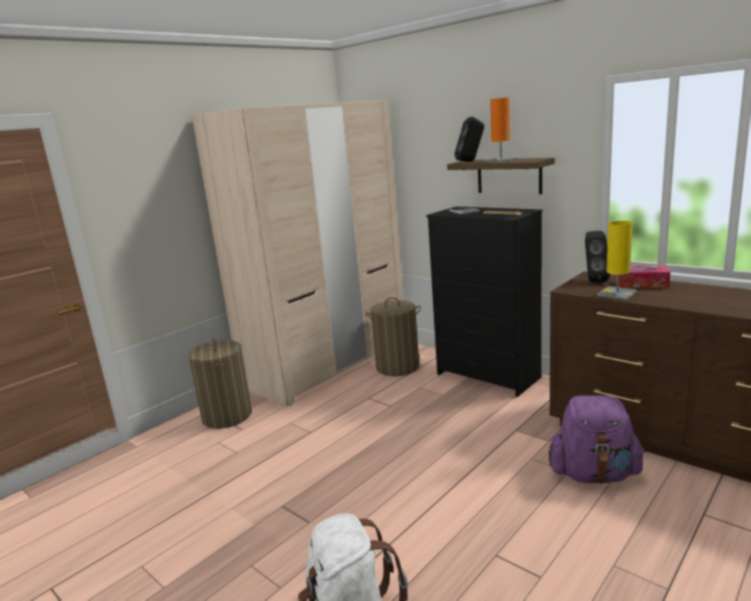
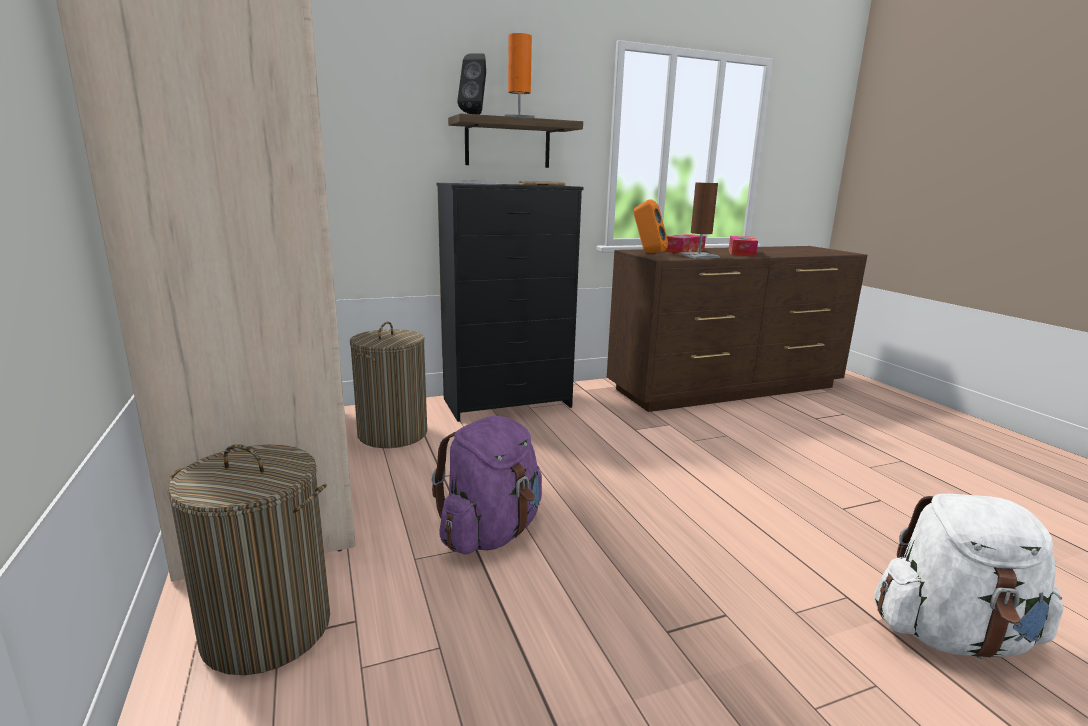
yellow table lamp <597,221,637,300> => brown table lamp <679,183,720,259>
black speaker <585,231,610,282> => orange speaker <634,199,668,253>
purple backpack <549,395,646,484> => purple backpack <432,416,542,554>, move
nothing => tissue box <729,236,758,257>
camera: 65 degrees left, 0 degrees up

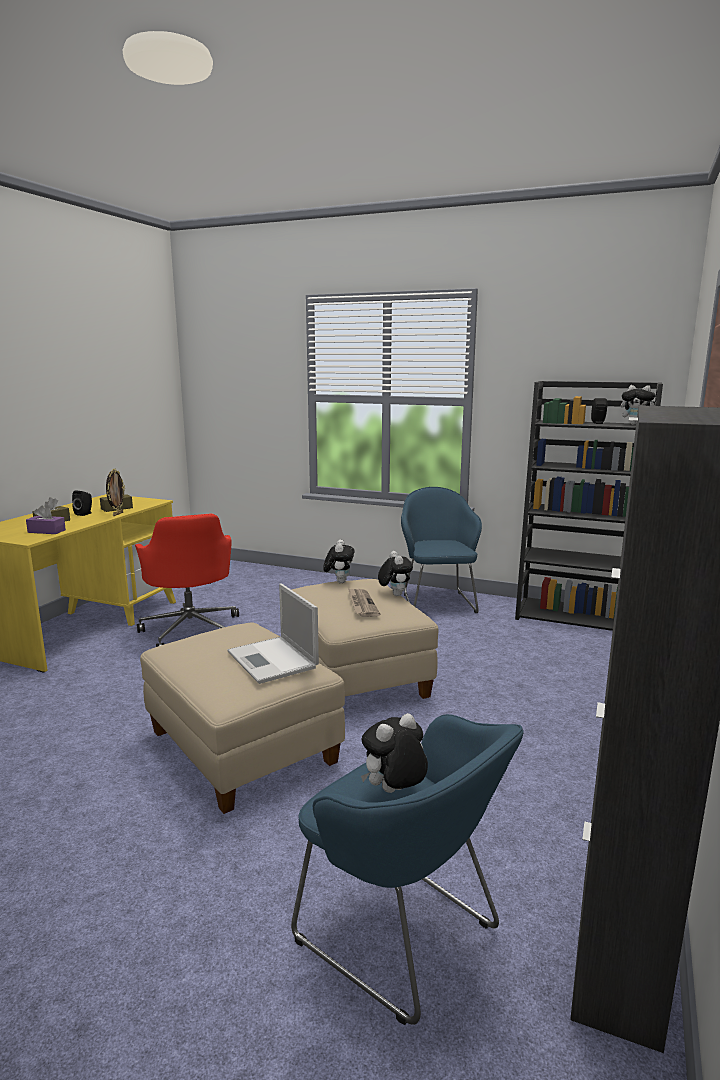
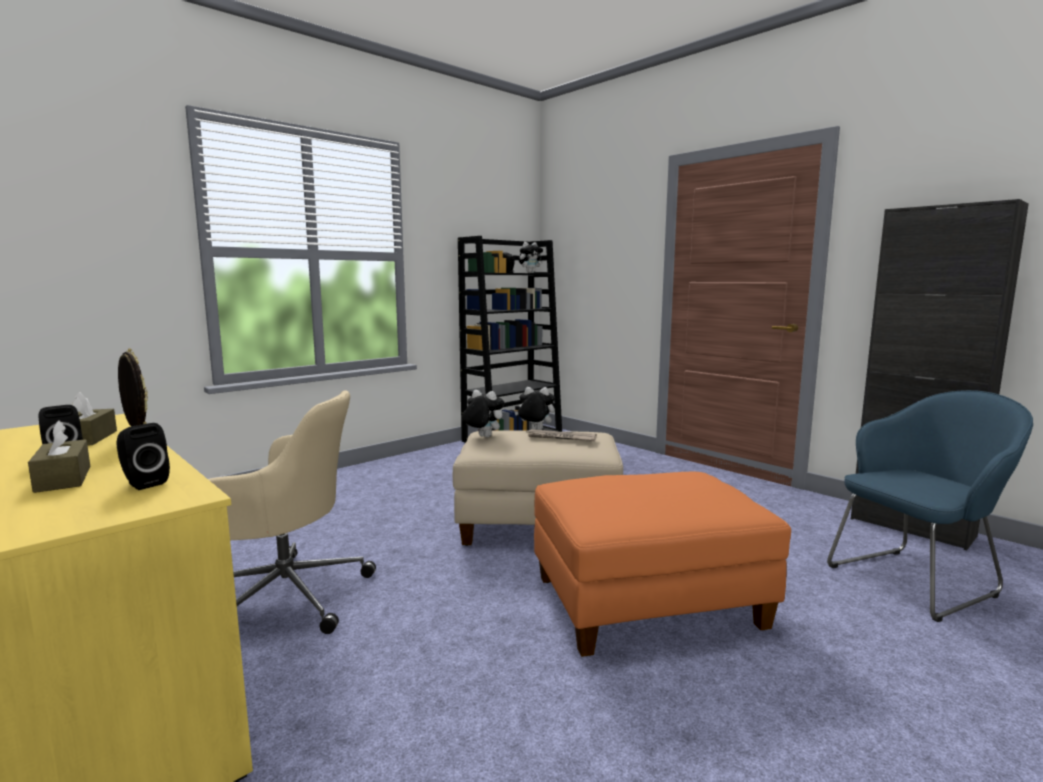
blue armchair <401,487,482,613> => nothing
purple tissue box <26,505,66,534> => black speaker <116,423,170,490>
red office chair <135,513,239,647> => beige office chair <208,391,376,634>
laptop <228,584,319,684> => nothing
beige ottoman <140,623,345,814> => orange ottoman <534,471,791,657>
plush toy <361,713,428,793> => nothing
camera: 65 degrees left, 5 degrees down

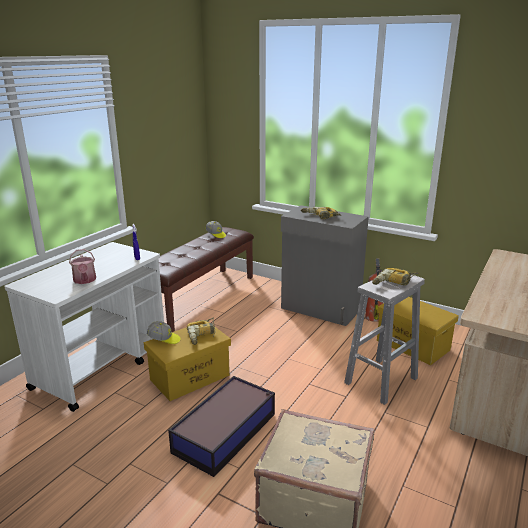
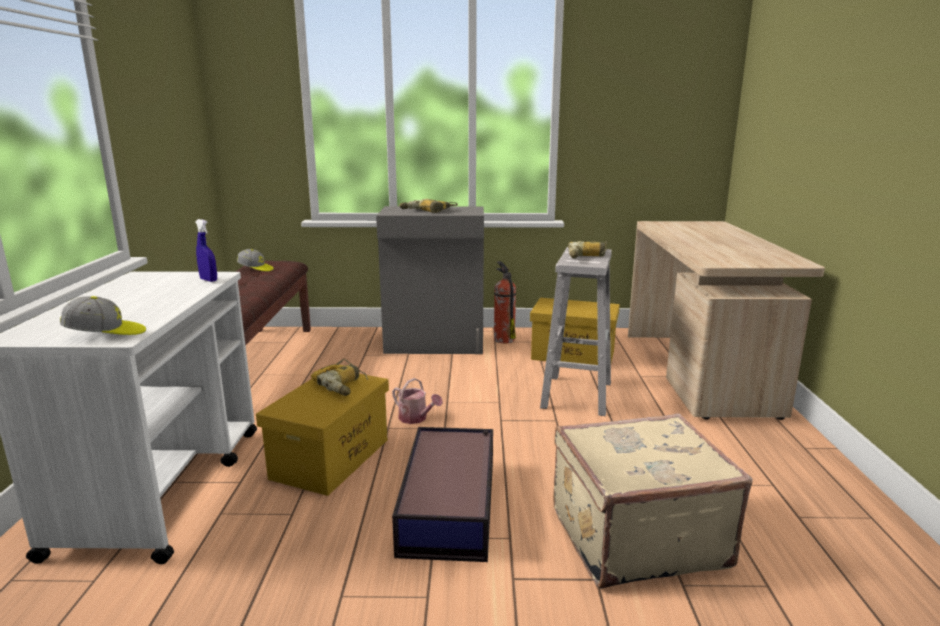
watering can <69,249,96,284> => watering can <392,378,443,424>, move
cap <147,321,180,344> => cap <60,296,146,335>, move
camera: 30 degrees left, 5 degrees down

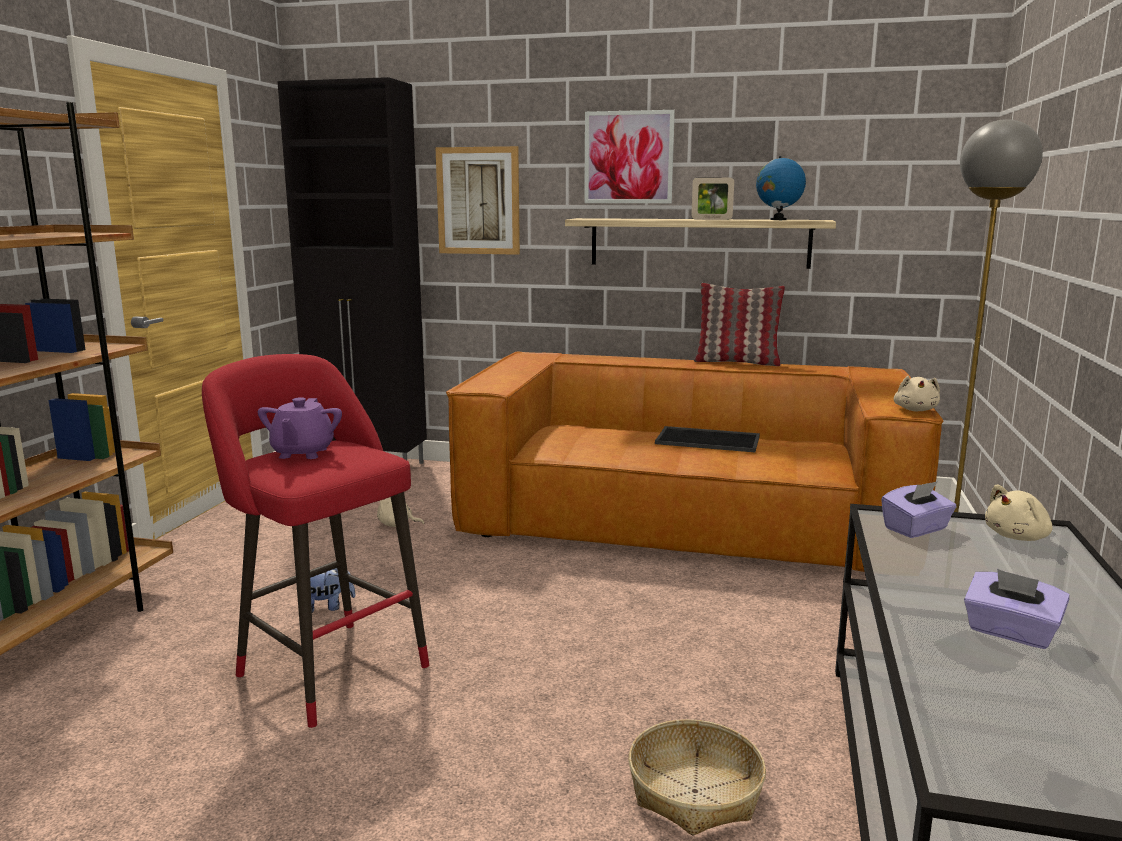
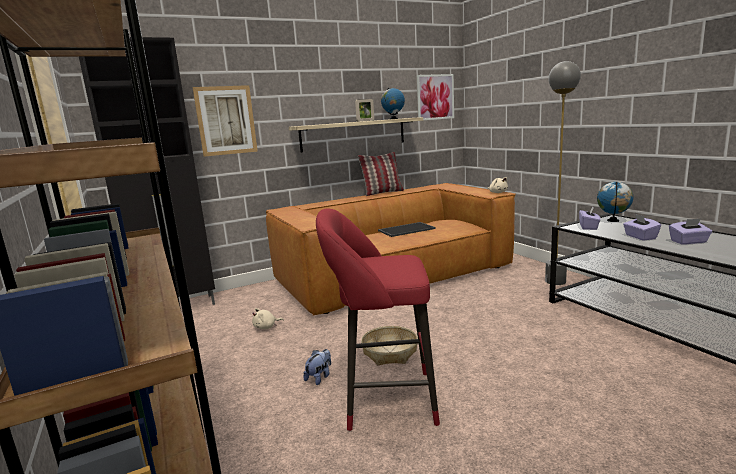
picture <584,110,675,203> => picture <416,74,454,120>, move
purple teapot <258,397,342,459> => nothing
beige plush toy <985,485,1053,541> => globe <597,182,633,222>
basket <628,719,766,836> => basket <361,326,418,365>, move
nothing => purple tissue box <623,214,661,241>
camera: 40 degrees left, 0 degrees up

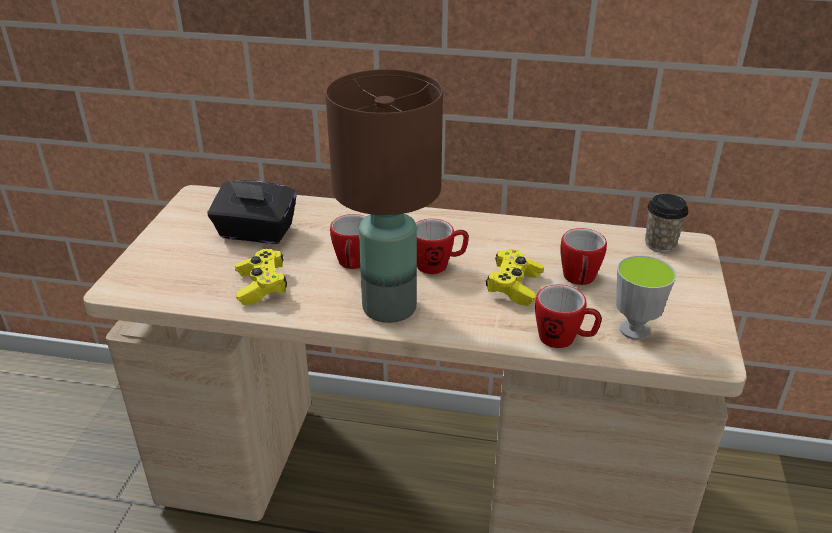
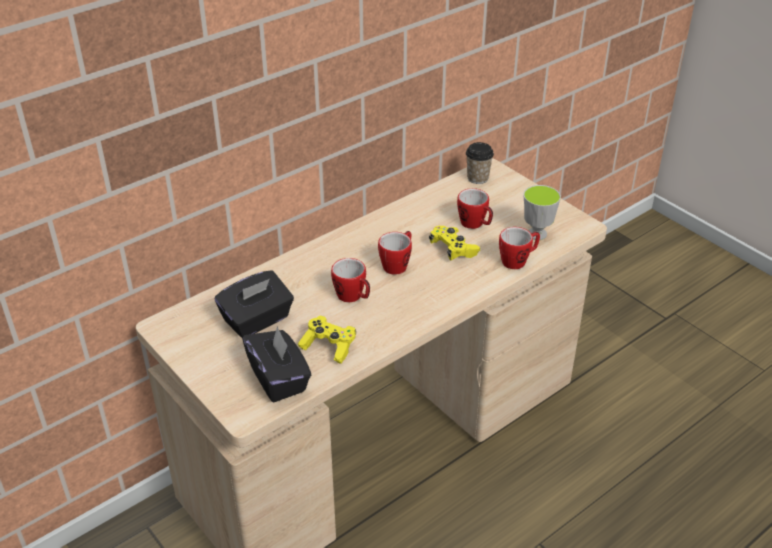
brown table lamp <326,69,443,323> => nothing
nothing => black tissue box <242,326,311,402>
camera: 50 degrees left, 5 degrees up

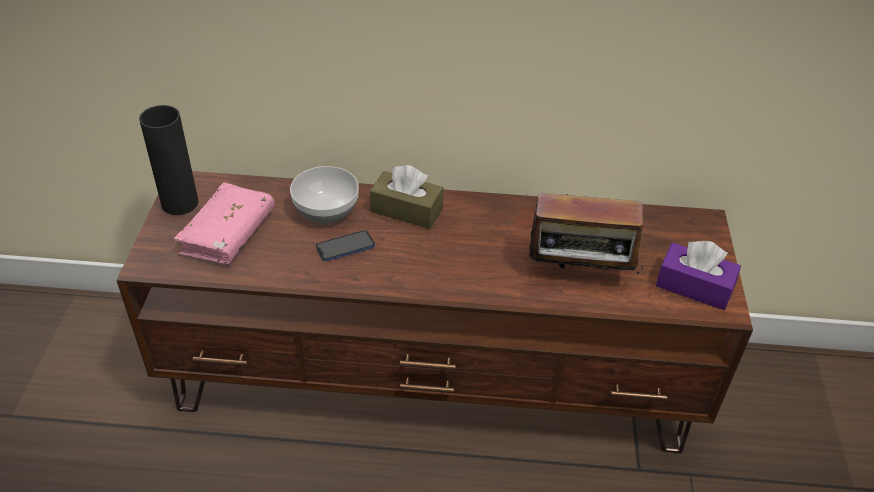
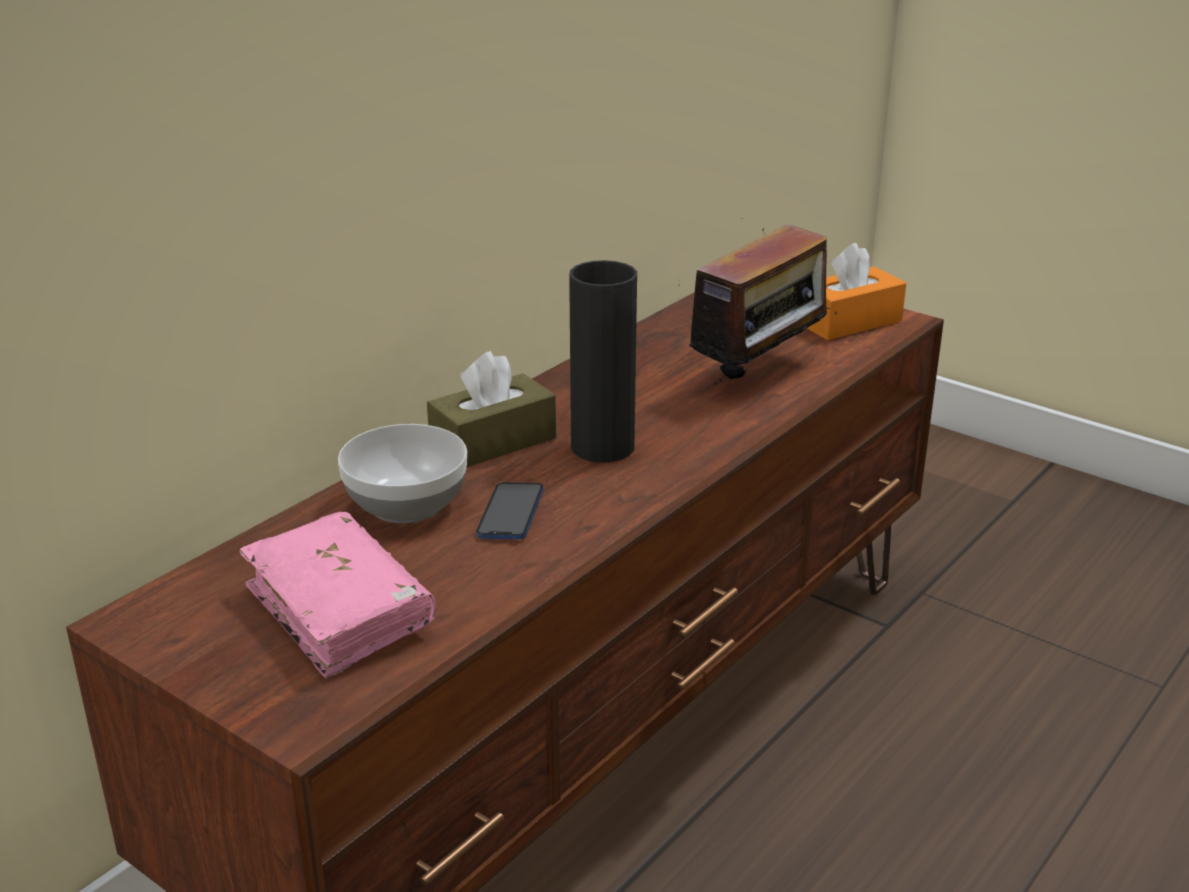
black vase <139,105,199,215> => black vase <569,260,637,463>, move
purple tissue box <656,241,741,310> => orange tissue box <807,243,906,340>
camera: 55 degrees left, 15 degrees down

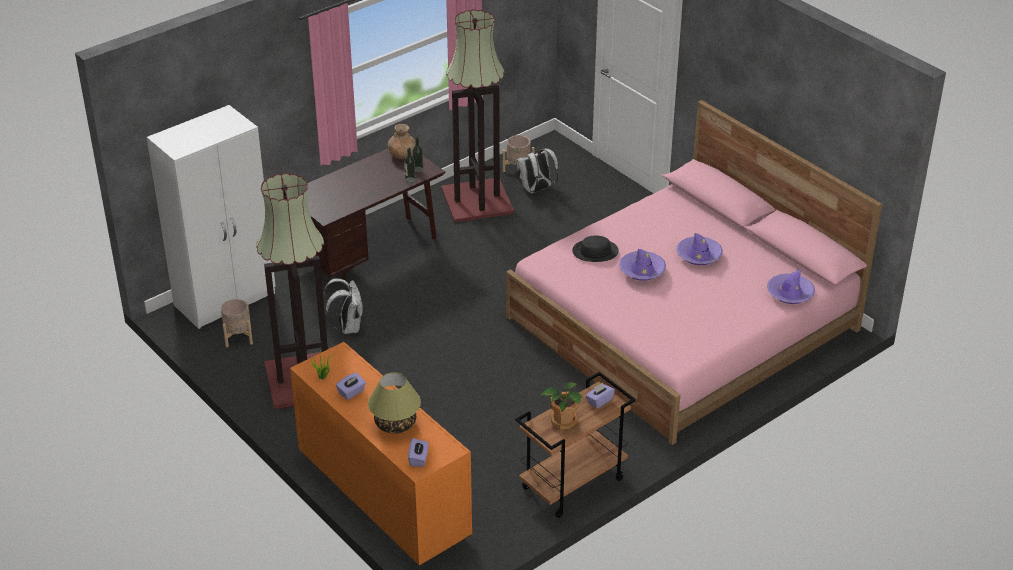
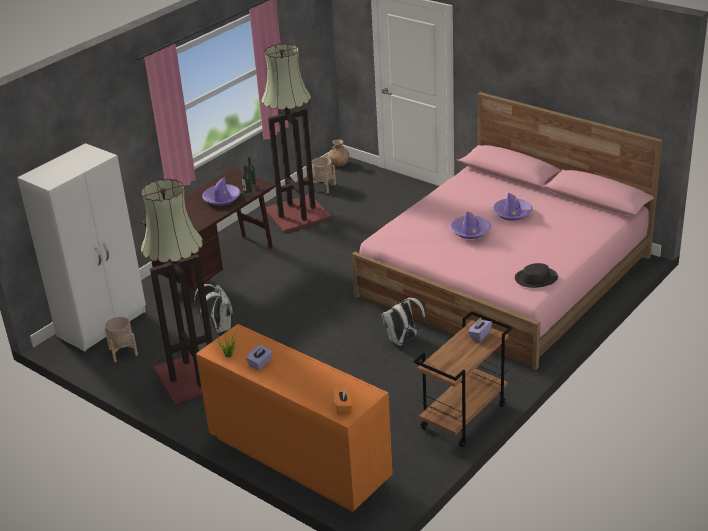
brown vase <388,124,415,159> => brown vase <328,139,350,167>, move
white backpack <516,149,558,193> => white backpack <381,297,426,346>, move
black hat <572,236,619,262> => black hat <515,263,558,288>, move
purple hat <767,270,815,304> => purple hat <202,177,241,206>, move
table lamp <368,372,421,434> => nothing
potted plant <541,382,583,430> => nothing
purple tissue box <408,438,429,467> => orange tissue box <333,388,352,414>
camera: 10 degrees left, 5 degrees down

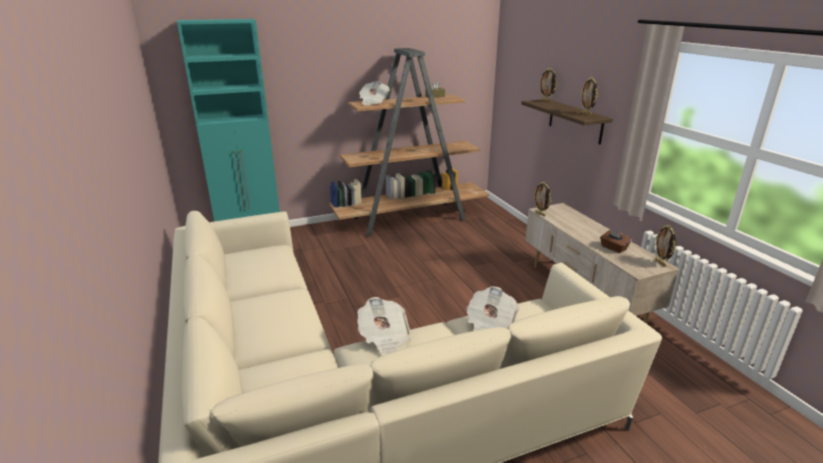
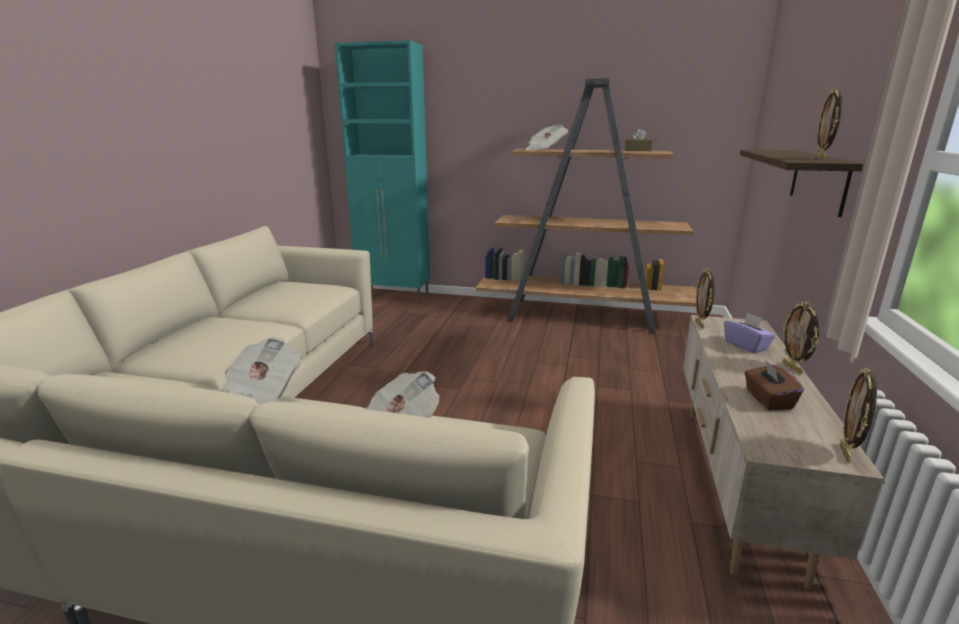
picture frame <539,68,558,102> => picture frame <782,301,820,374>, move
nothing => purple tissue box <724,313,775,353>
camera: 35 degrees right, 5 degrees down

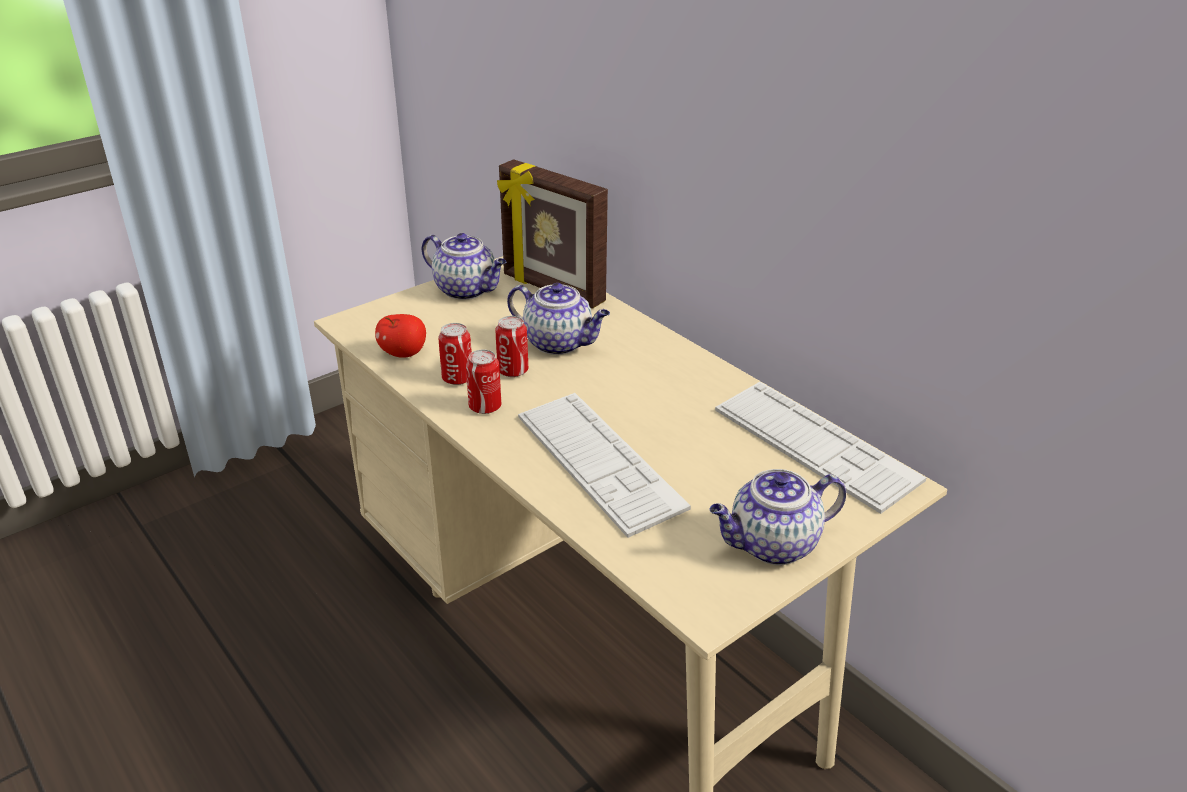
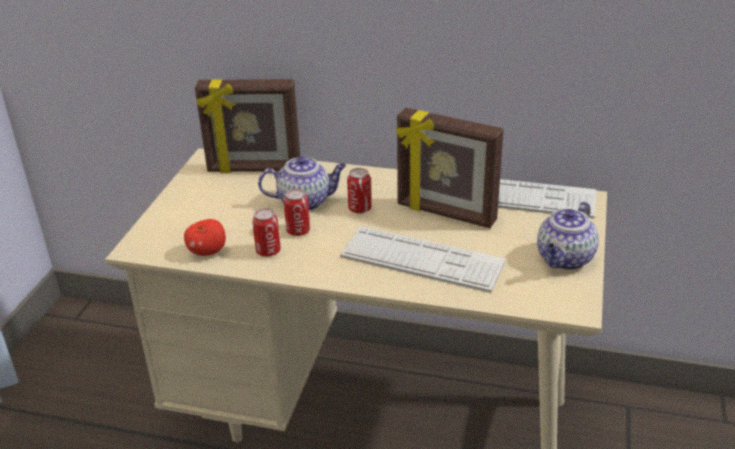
teapot <421,233,506,300> => nothing
can <466,350,501,414> => can <347,168,372,214>, move
nothing => picture frame <396,108,504,228>
camera: 35 degrees left, 0 degrees up

